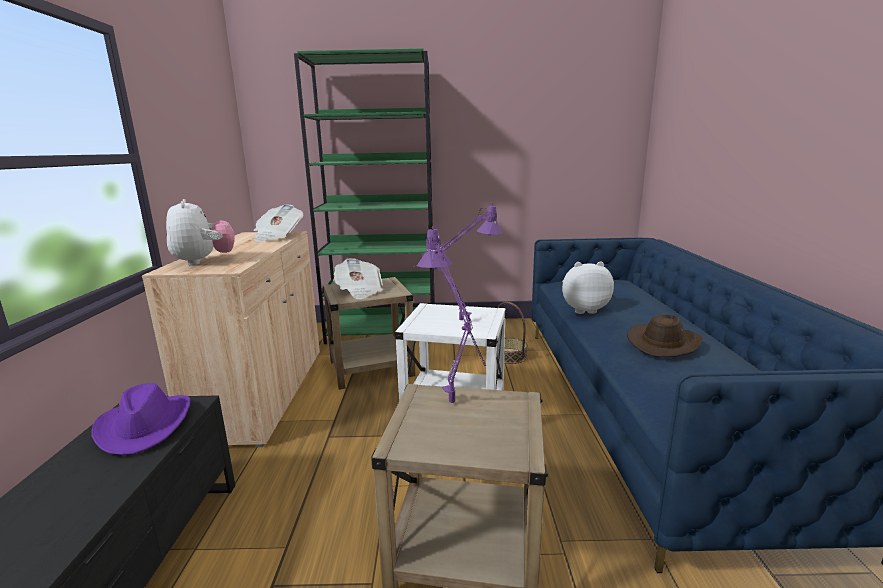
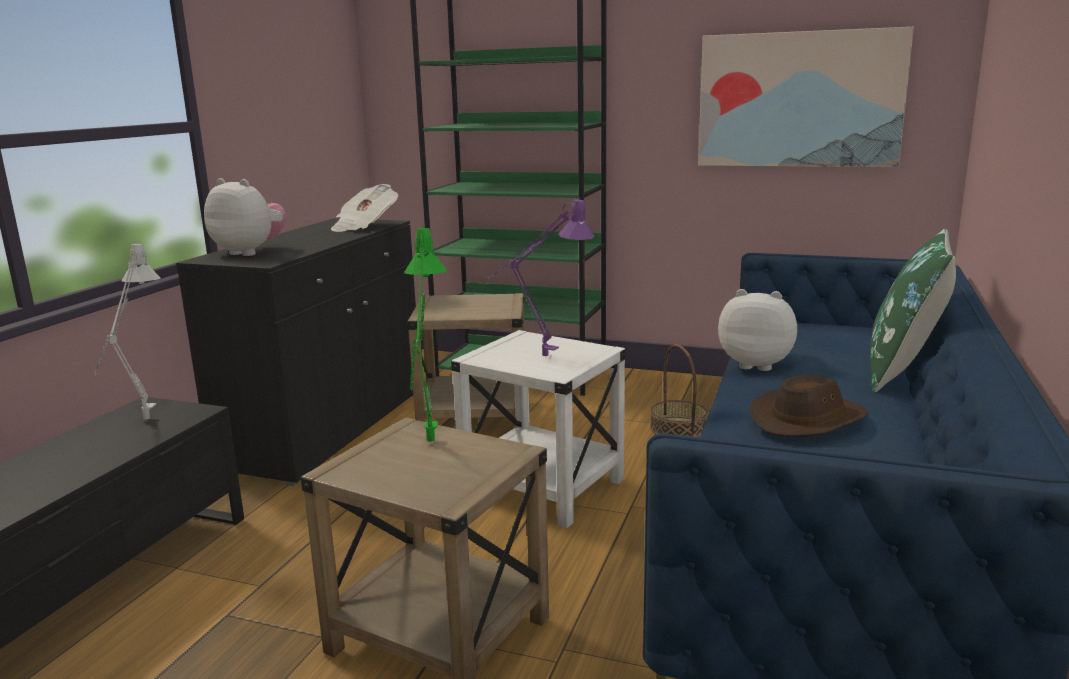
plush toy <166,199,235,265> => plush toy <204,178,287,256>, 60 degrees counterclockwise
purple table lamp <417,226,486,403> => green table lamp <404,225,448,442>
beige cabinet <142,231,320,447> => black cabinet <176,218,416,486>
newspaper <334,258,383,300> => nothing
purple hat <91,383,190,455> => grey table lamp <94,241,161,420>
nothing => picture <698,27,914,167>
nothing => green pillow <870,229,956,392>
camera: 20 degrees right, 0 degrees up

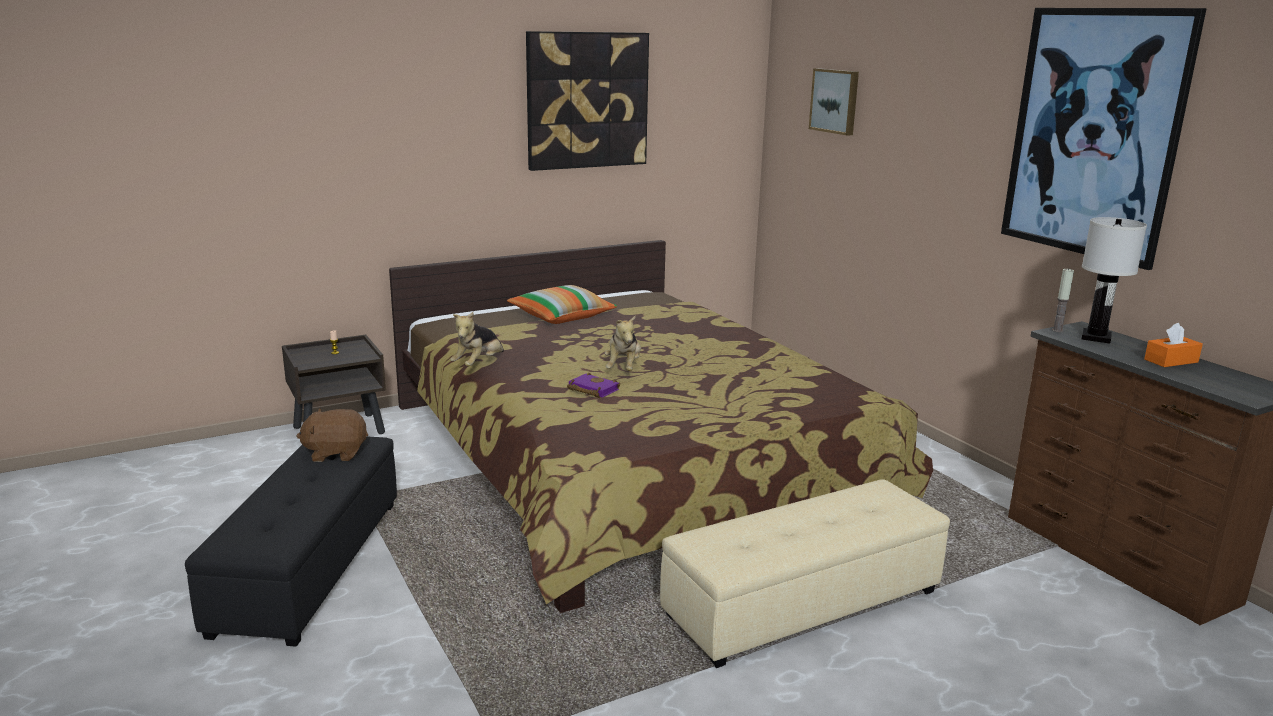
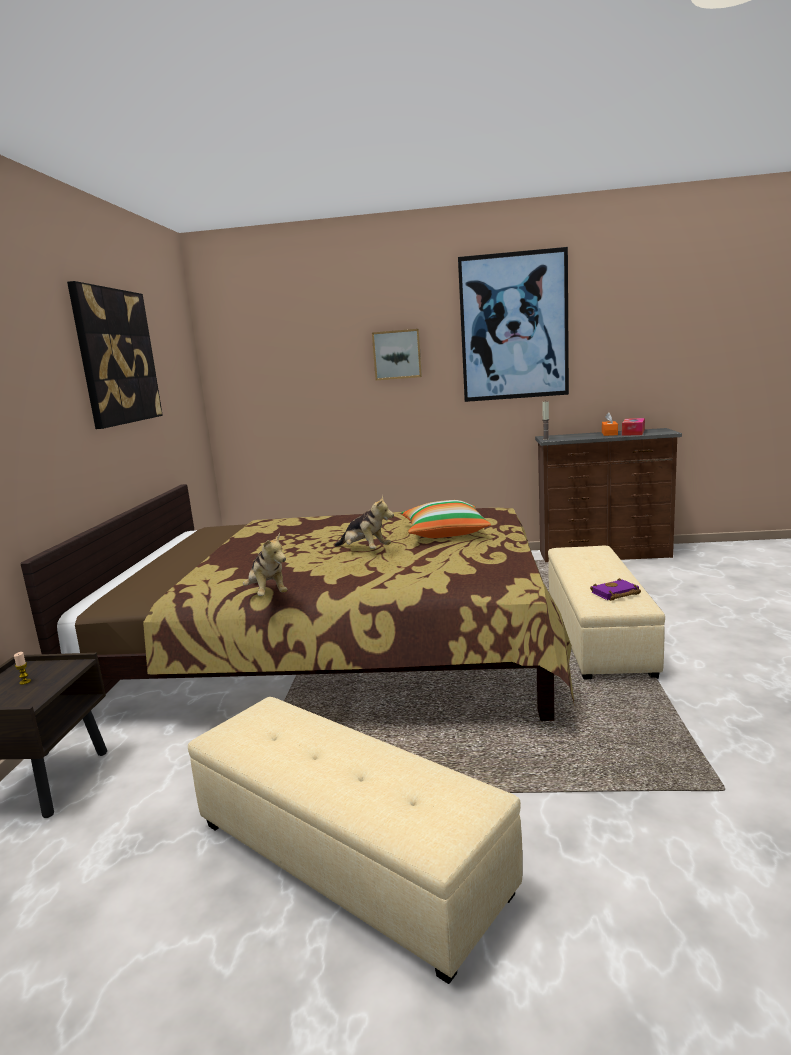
picture <809,68,859,136> => picture <372,329,422,380>, move
white table lamp <1082,217,1147,344> => nothing
pillow <507,285,617,324> => pillow <401,500,491,538>, move
purple book <567,372,620,398> => purple book <590,578,641,601>, move
brown plush toy <297,409,368,462> => nothing
black ottoman <185,436,397,647> => beige ottoman <188,697,522,984>
nothing => tissue box <622,418,645,436>
camera: 55 degrees left, 5 degrees down

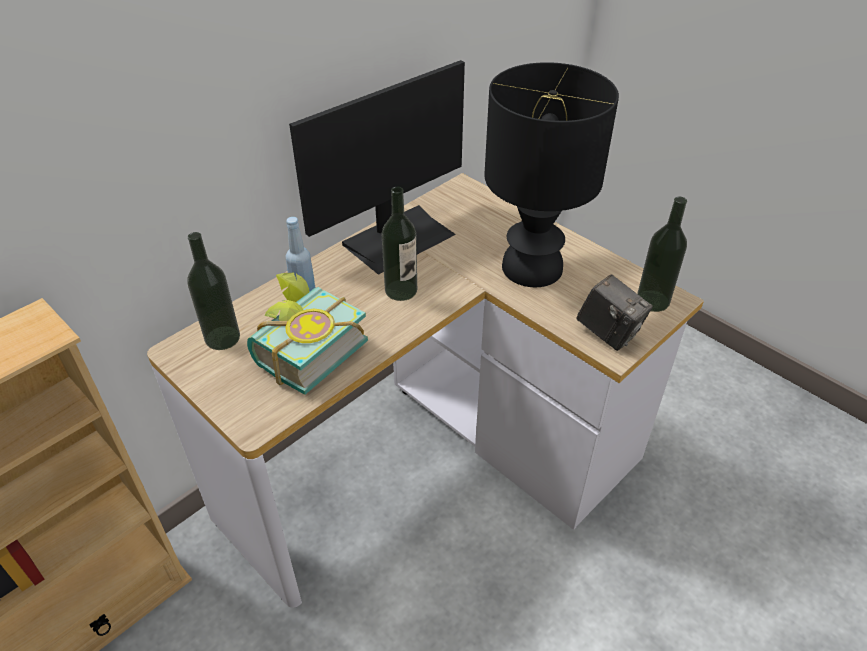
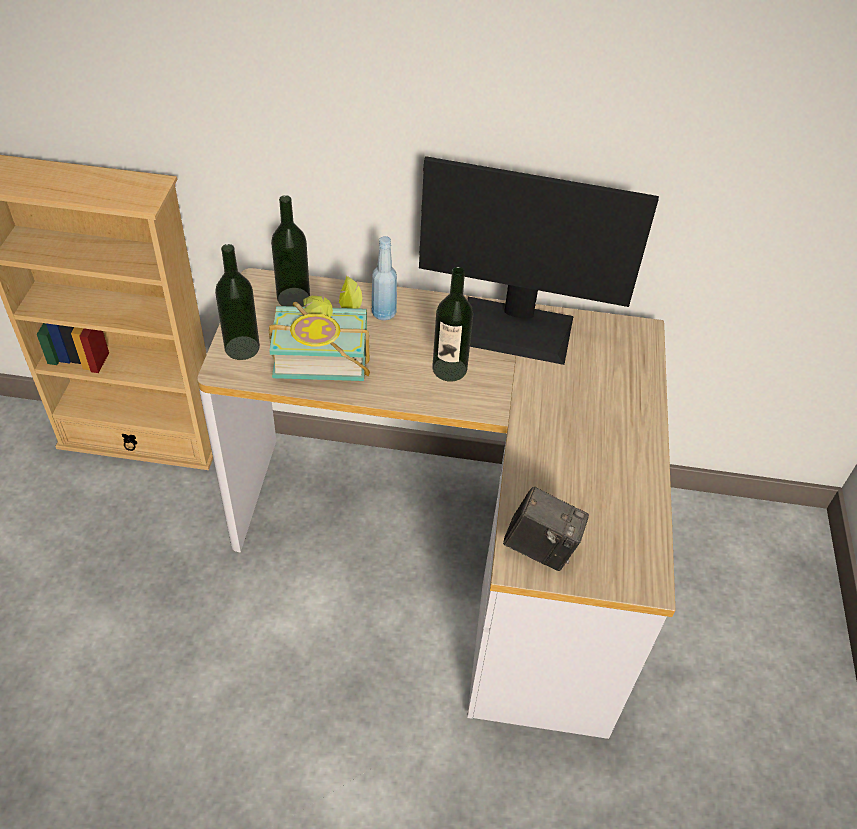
black table lamp <484,62,619,287> => nothing
bottle <637,197,687,312> => bottle <215,244,260,360>, move
photo camera <576,275,653,351> => photo camera <503,487,589,571>, 75 degrees counterclockwise
camera: 50 degrees right, 5 degrees up

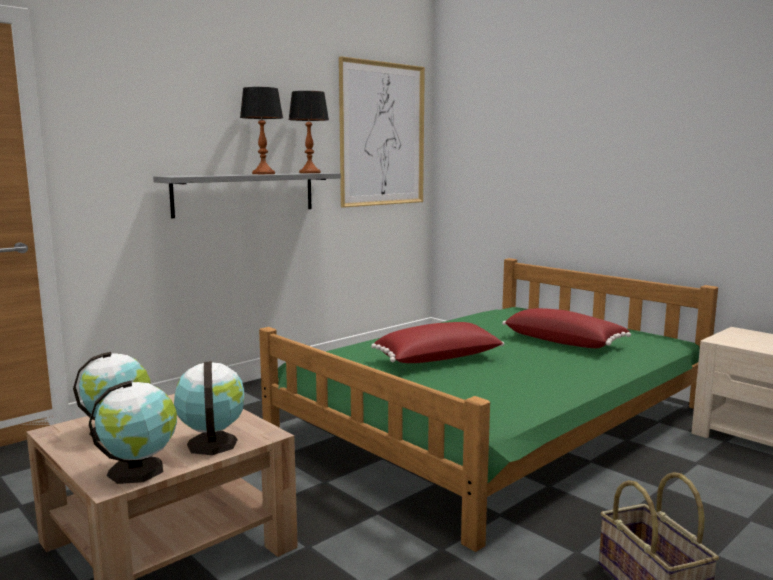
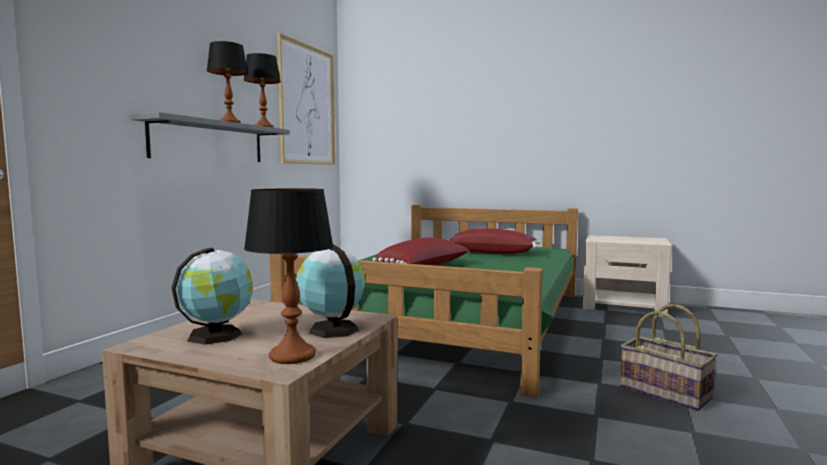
globe <89,381,177,484> => table lamp <244,188,334,364>
camera: 25 degrees left, 5 degrees down

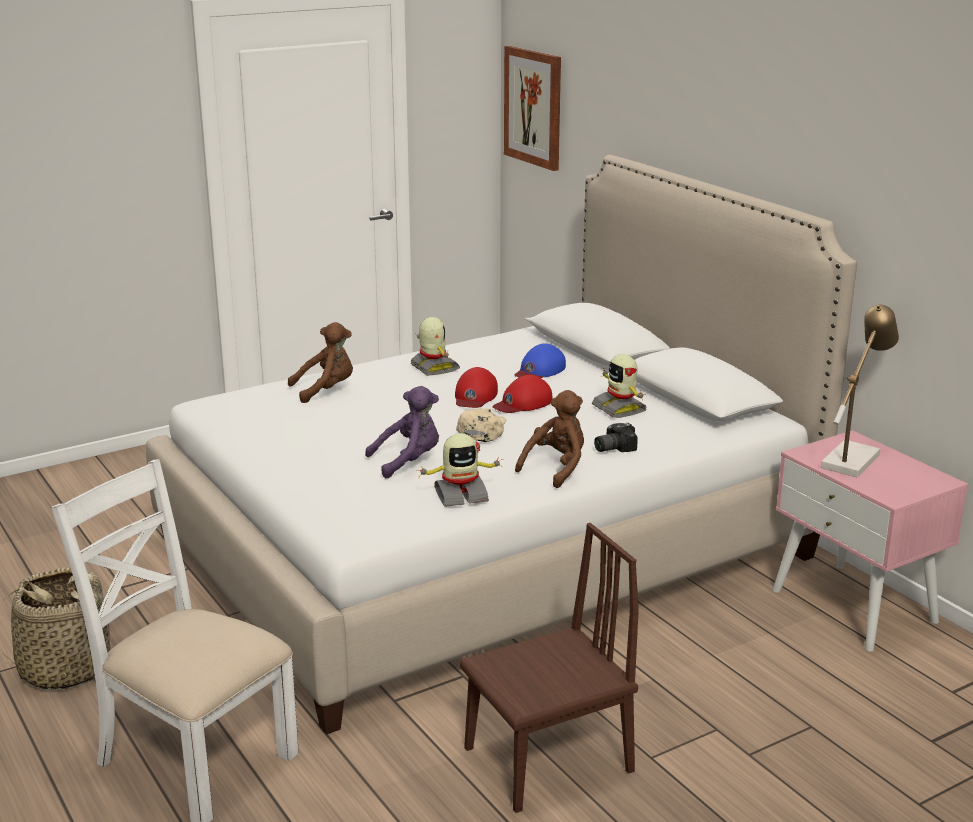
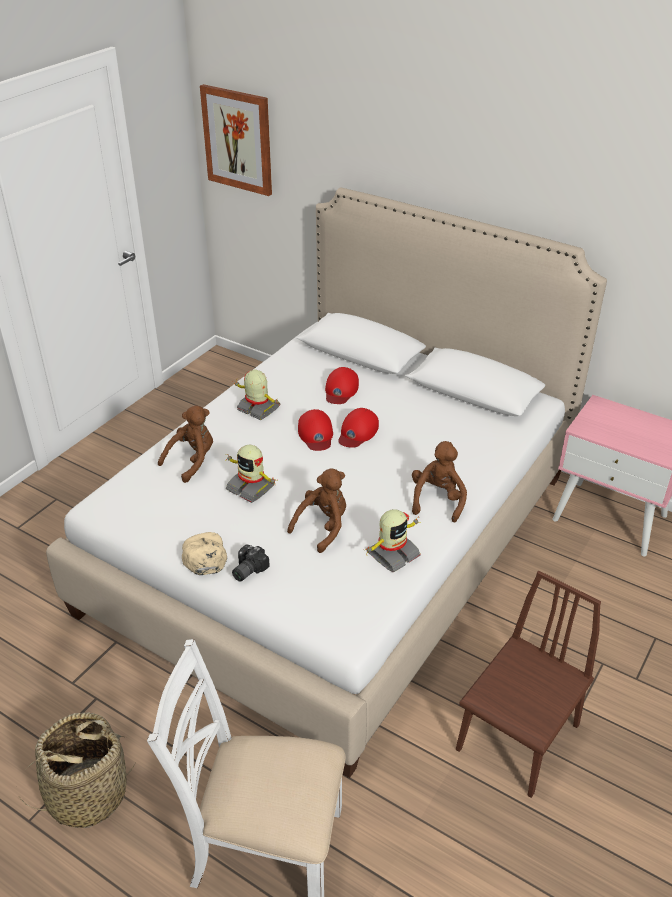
table lamp <821,305,899,478> => nothing
blue cap <515,343,566,378> => red cap <325,367,359,404>
toy robot <592,354,647,418> => toy robot <225,445,276,503>, move
purple plush toy <365,386,439,478> => brown plush toy <287,468,346,553>
beige cap <456,408,506,442> => beige cap <182,532,227,575>, move
photo camera <594,423,638,452> => photo camera <232,545,270,582>, move
camera: 25 degrees left, 15 degrees up

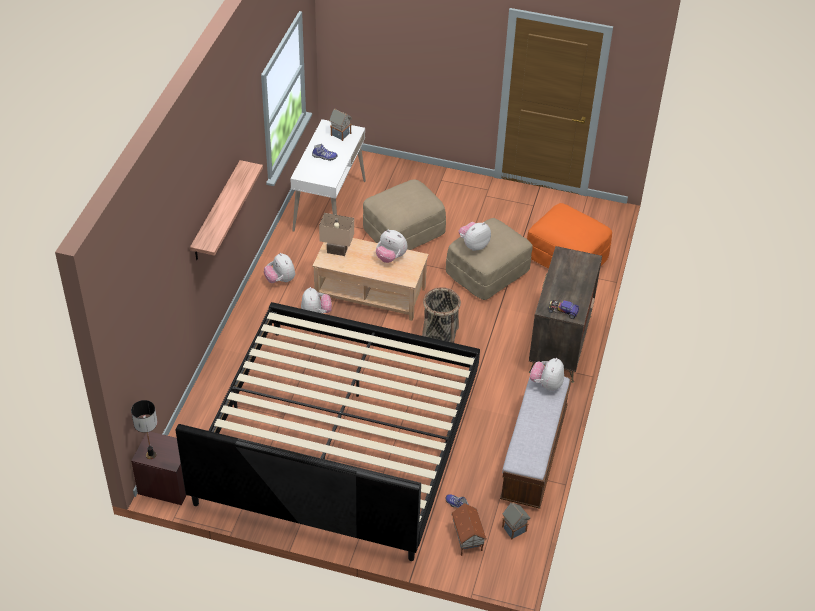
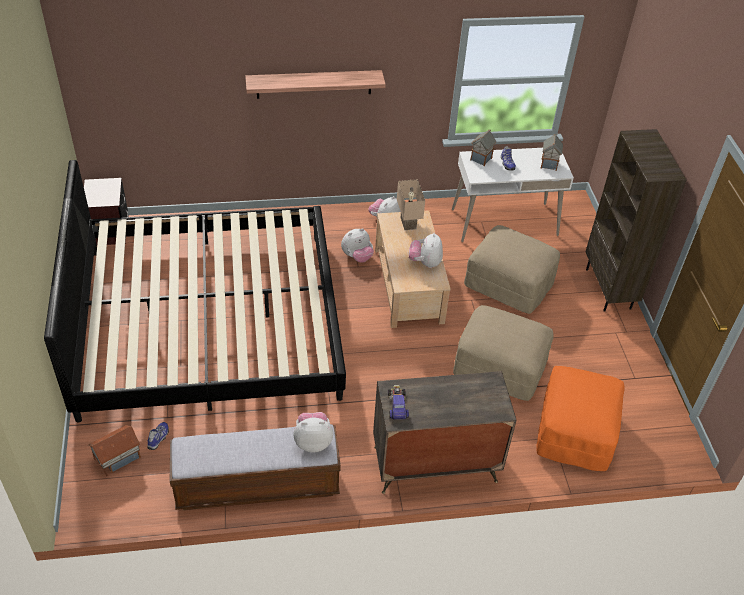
plush toy <459,222,491,251> => nothing
basket <422,287,461,343> => nothing
table lamp <131,400,157,459> => nothing
toy house <502,502,530,539> => toy house <470,130,496,166>, move
nothing => brown bookcase <585,129,686,312>
camera: 65 degrees right, 0 degrees up

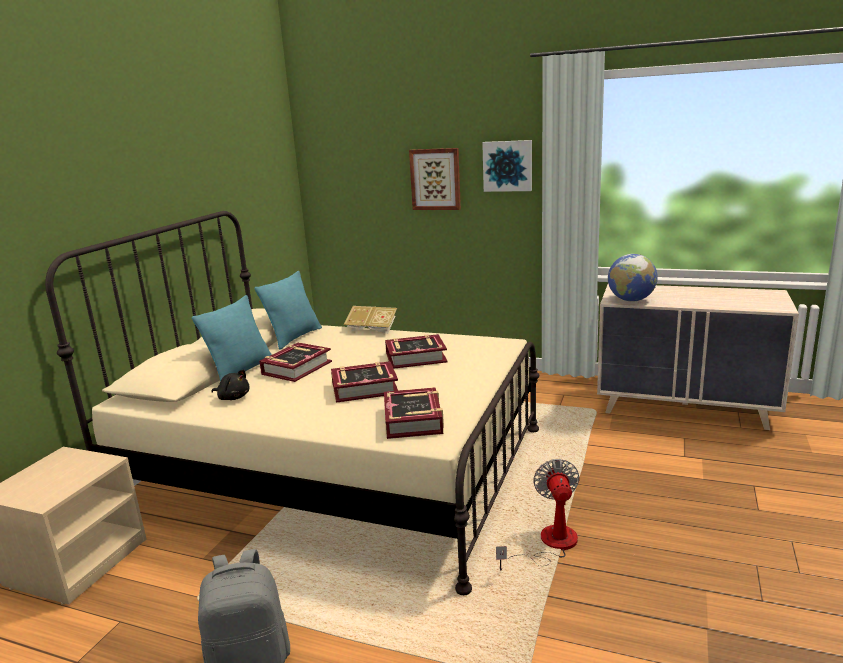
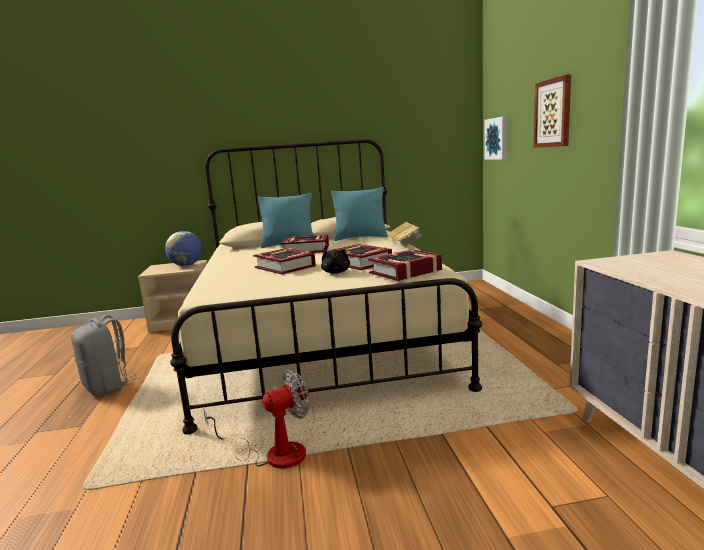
picture <482,140,532,192> => picture <485,116,507,160>, move
globe <608,254,658,302> => globe <165,231,202,266>, move
black plush toy <211,369,250,400> => black plush toy <321,249,350,274>, move
book <384,387,444,439> => book <368,249,442,281>, move
camera: 60 degrees right, 5 degrees down

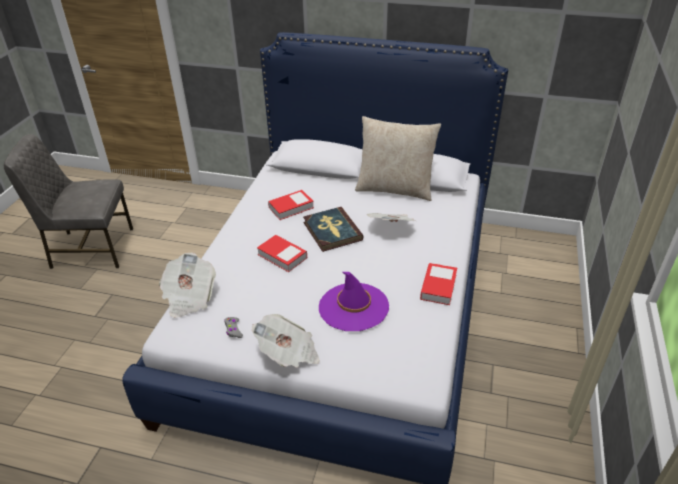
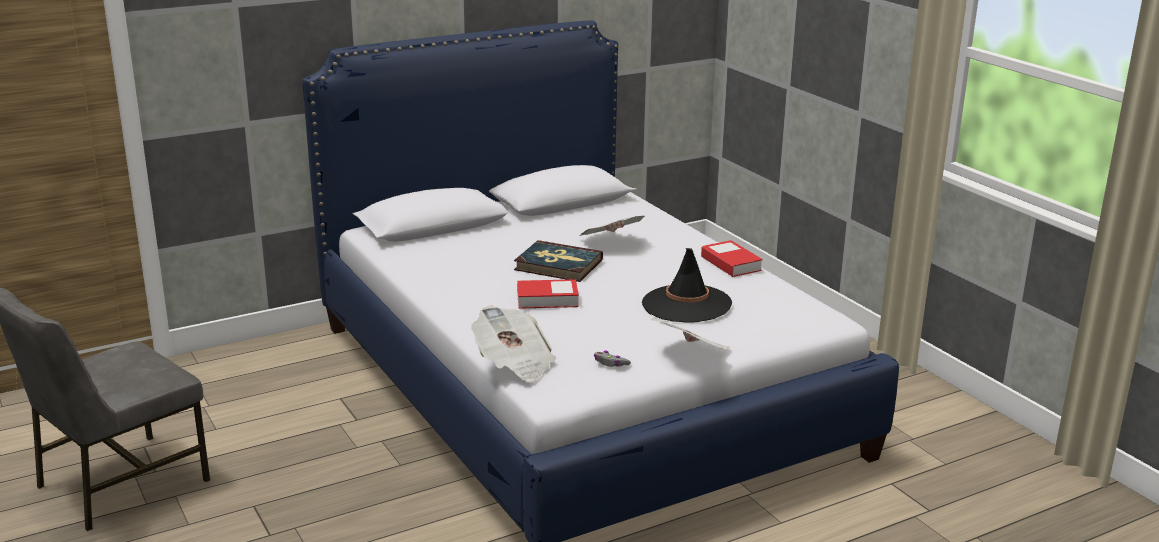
beige pillow <355,116,441,201> => nothing
book <268,190,314,220> => nothing
purple hat <319,272,389,331> => black hat <642,248,732,323>
camera: 45 degrees left, 15 degrees down

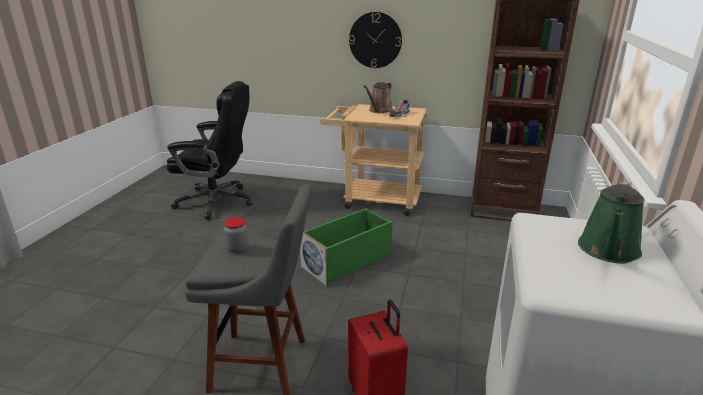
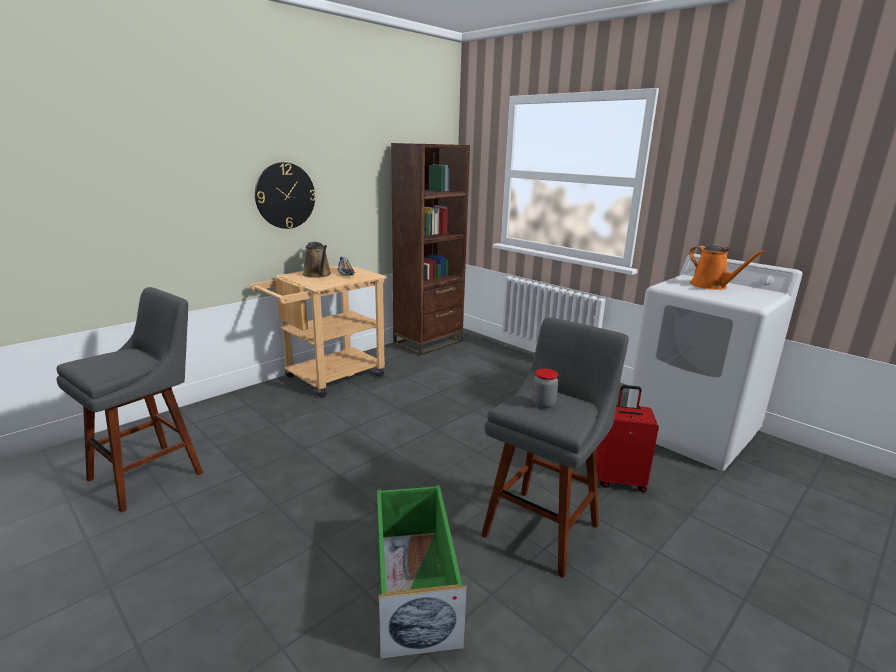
black office chair <167,81,252,220> => grey stool <56,287,203,513>
green watering can <578,181,644,263> => orange watering can <689,246,766,290>
green storage box <300,208,392,286> => green storage box <377,485,467,659>, move
camera: 60 degrees left, 5 degrees down

